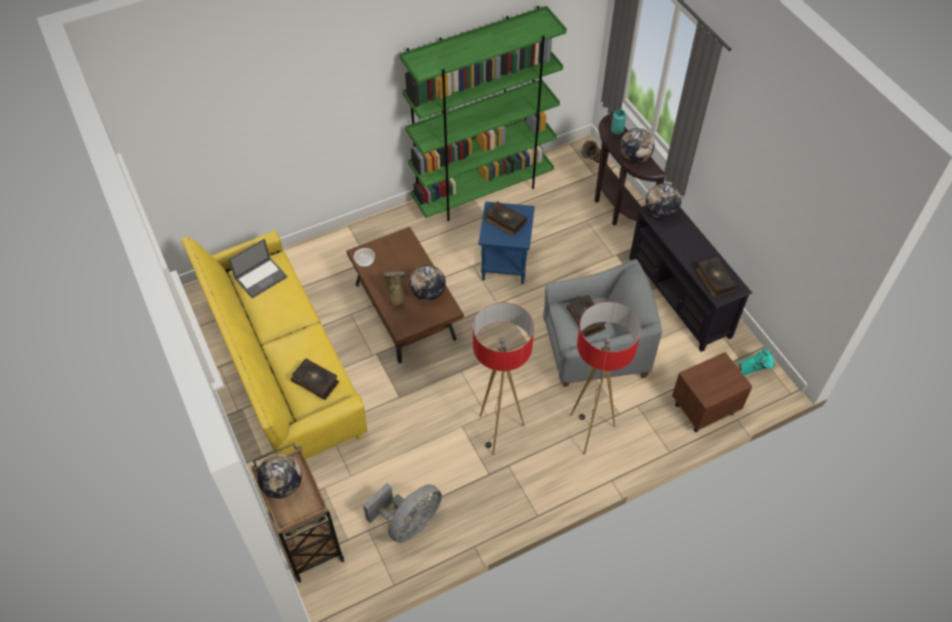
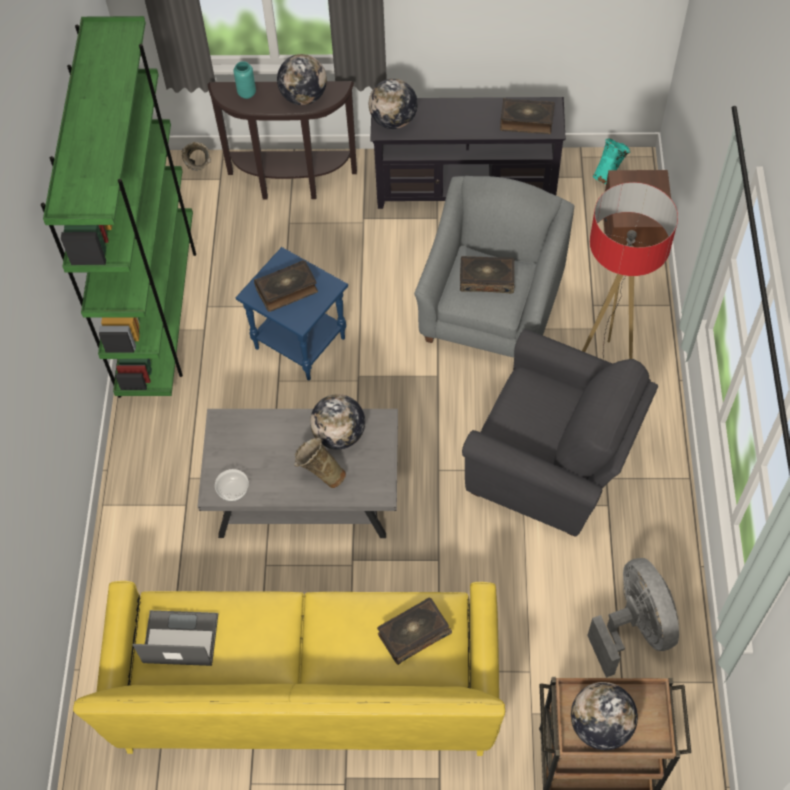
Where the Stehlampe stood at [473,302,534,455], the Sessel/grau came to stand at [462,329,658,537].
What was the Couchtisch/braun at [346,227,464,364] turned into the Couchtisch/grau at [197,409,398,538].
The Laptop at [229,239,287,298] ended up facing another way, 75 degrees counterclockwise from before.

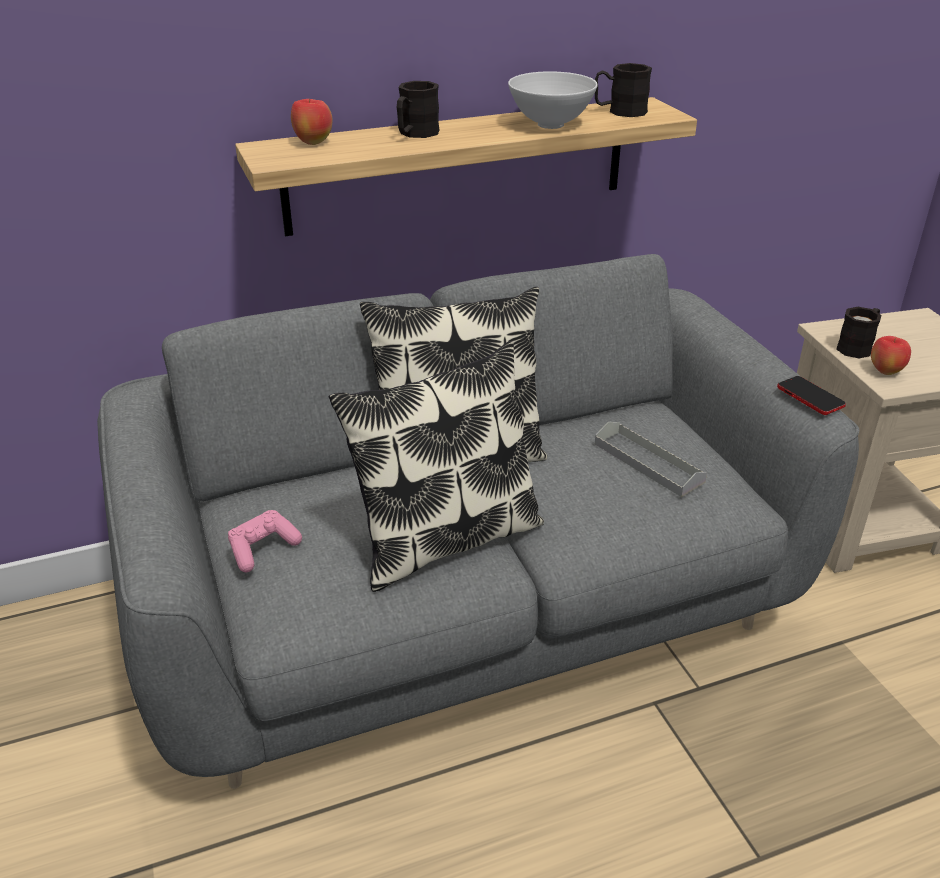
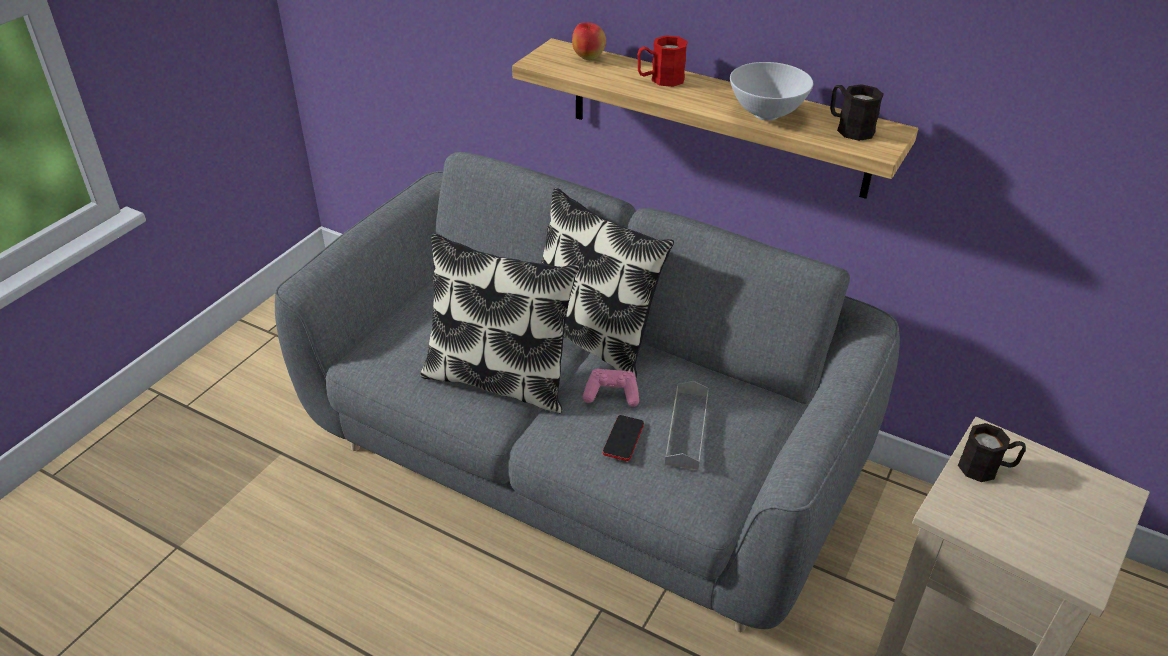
The second view lost the Apfel at [871,336,911,375].
The Gamepad/rosa ended up elsewhere, having gone from [228,510,302,572] to [583,369,639,407].
The Handy ended up elsewhere, having gone from [777,376,846,415] to [603,415,644,461].
What was the Henkelbecher/schwarz at [397,81,439,138] turned into the Henkelbecher/rot at [637,35,688,87].

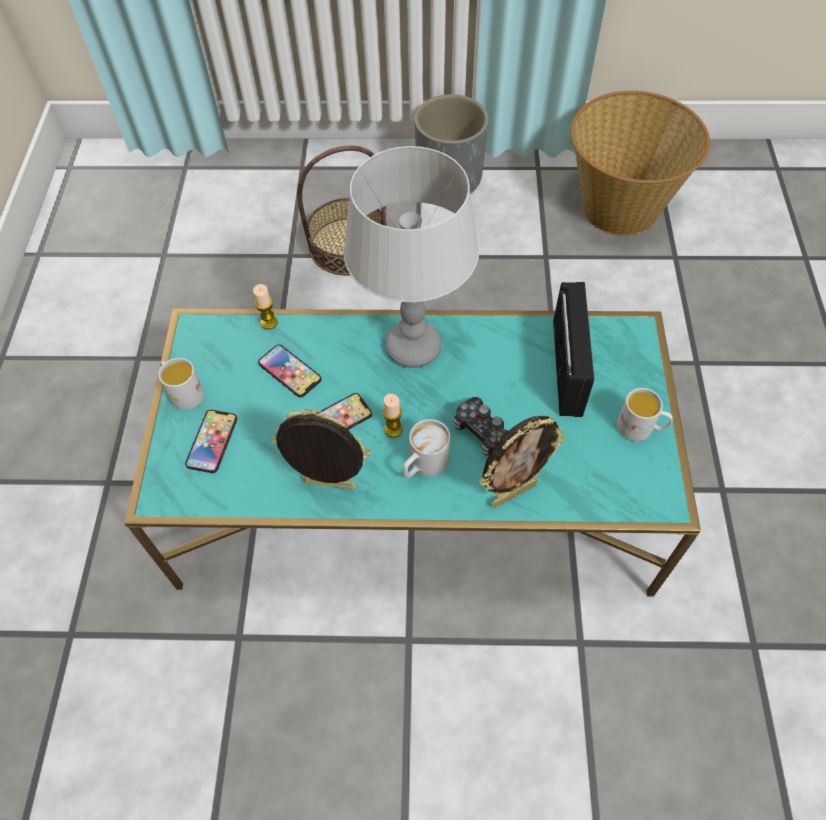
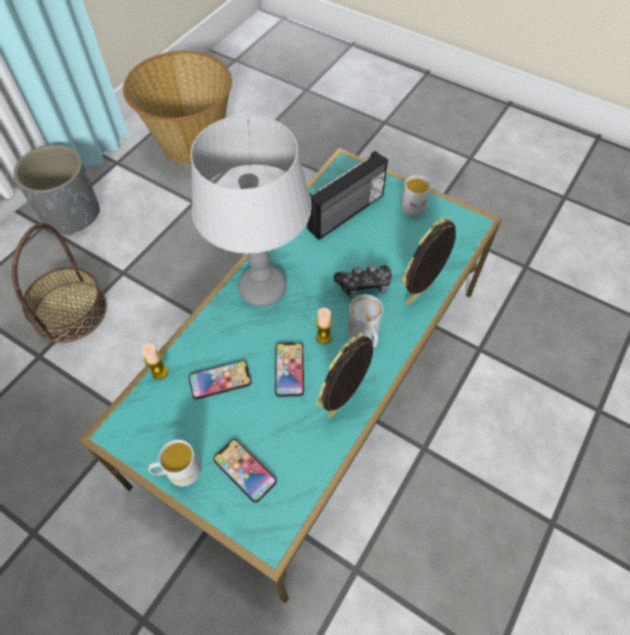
The Bilderrahmen at [479,416,565,508] ended up facing another way, 135 degrees counterclockwise from before.
The Radio at [553,282,594,417] ended up facing another way, 105 degrees clockwise from before.

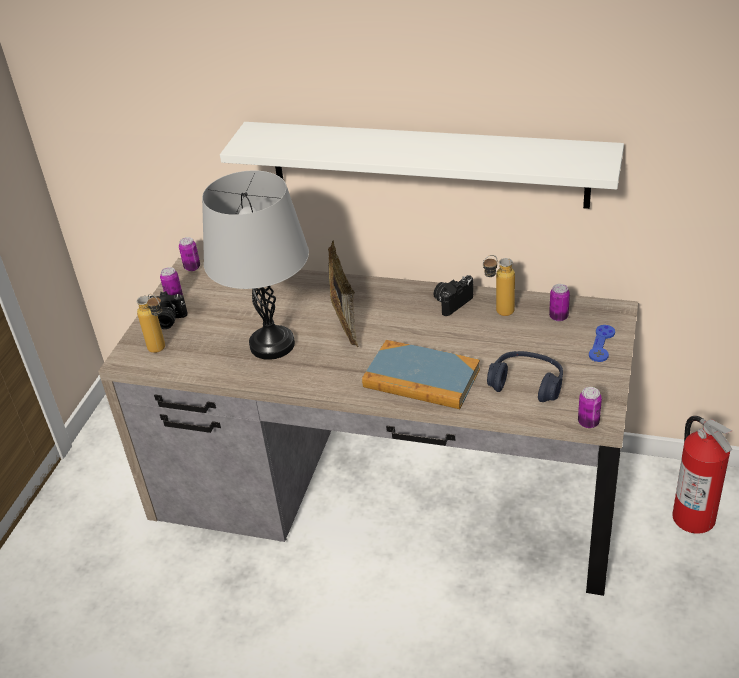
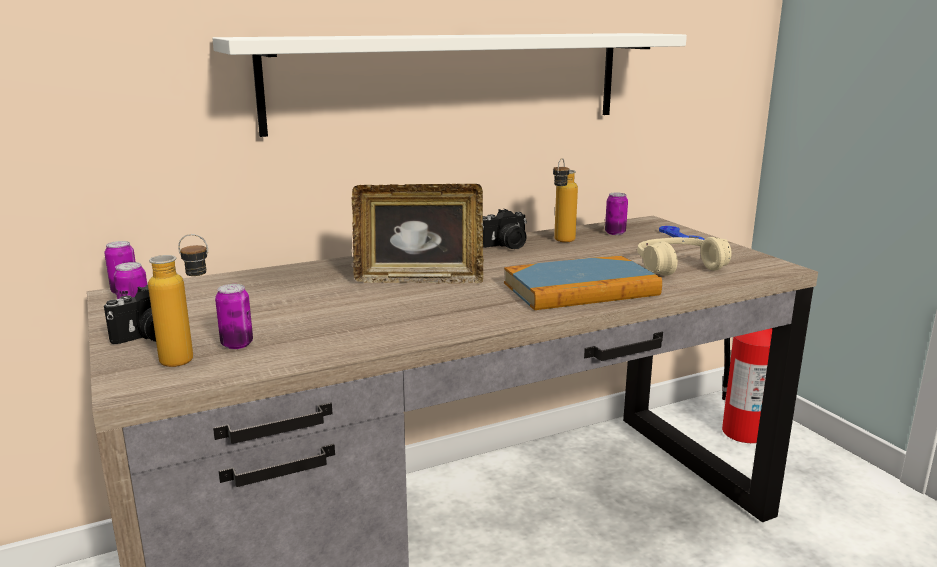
The second view lost the Tischlampe/grau at [202,170,309,360].
The Dose ended up elsewhere, having gone from [578,387,602,428] to [215,284,253,349].
What was the Kopfhörer/blau at [487,351,563,402] turned into the Kopfhörer/beige at [638,237,731,276].
The Bilderrahmen at [328,241,359,347] ended up facing another way, 135 degrees clockwise from before.
The Kamera at [433,275,473,316] ended up facing another way, 120 degrees counterclockwise from before.

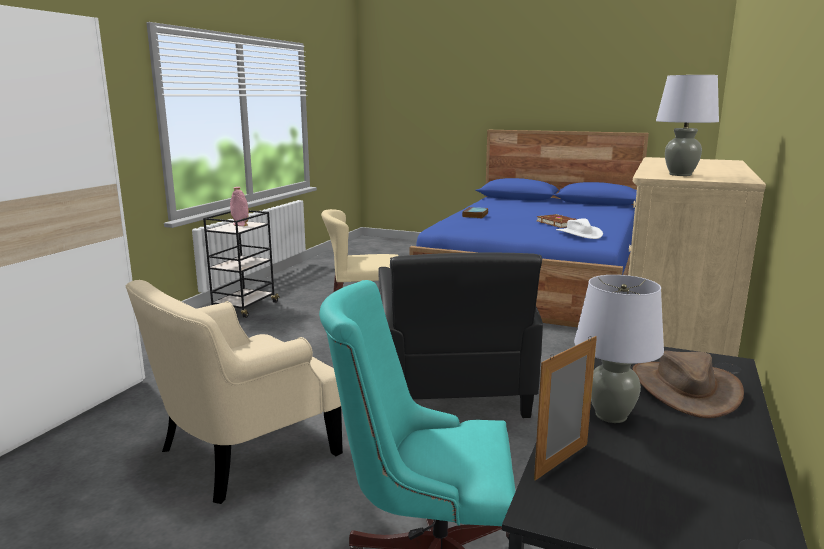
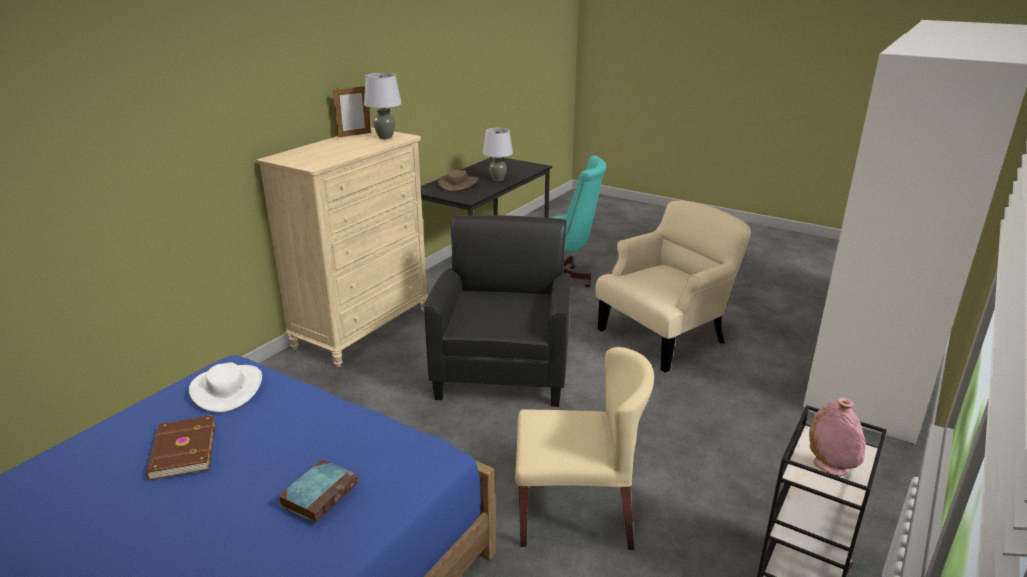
The Bilderrahmen ended up elsewhere, having gone from [534,336,597,481] to [333,86,371,138].

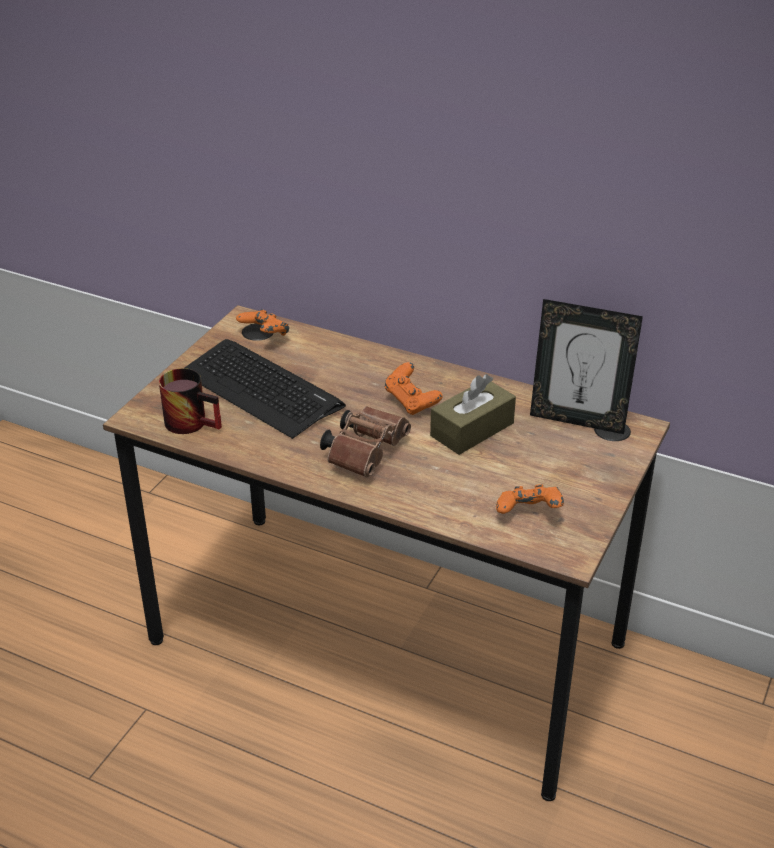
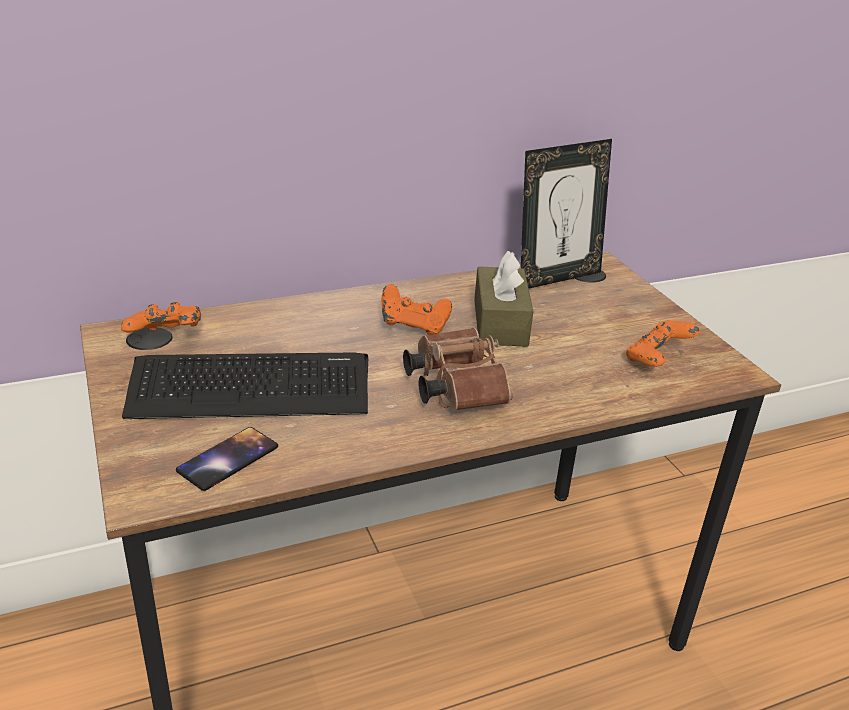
Where the Henkelbecher stood at [159,368,222,434], the Handy came to stand at [176,427,278,491].

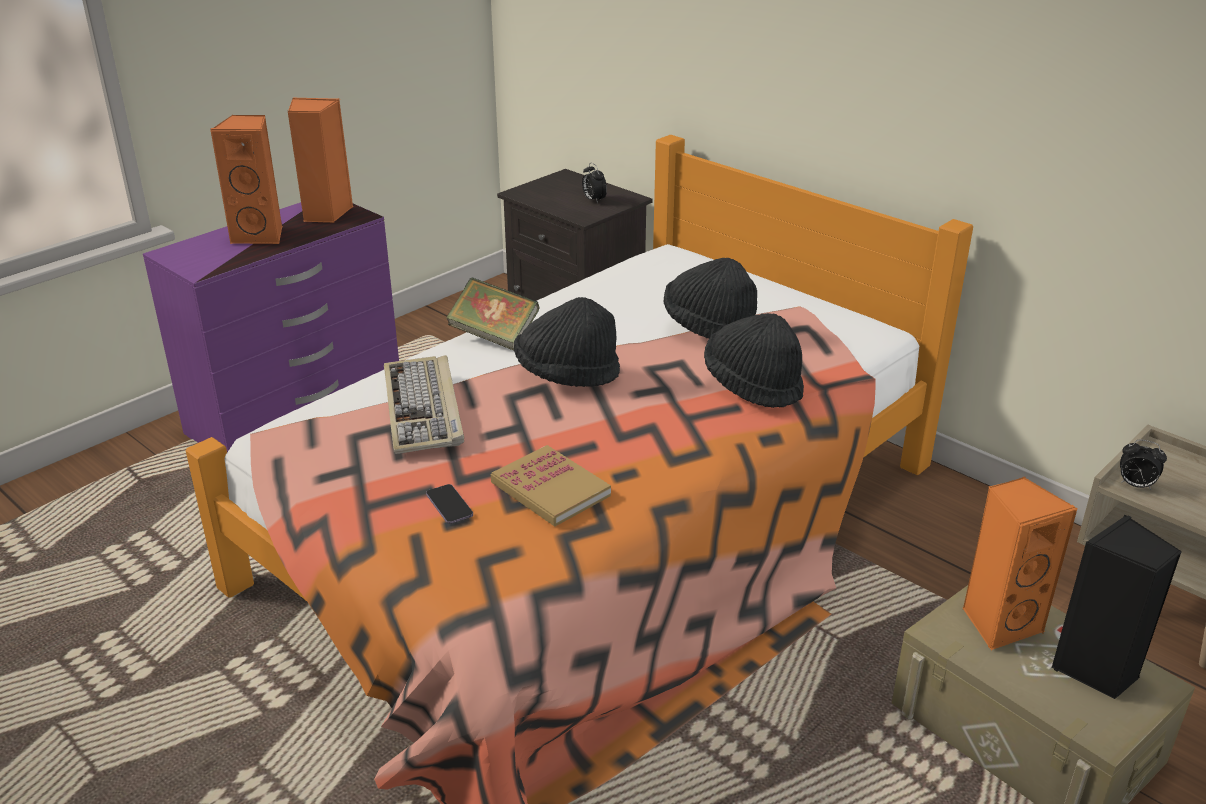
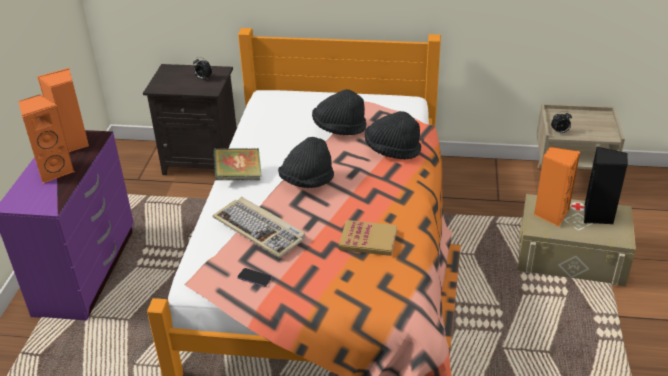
The Handy ended up elsewhere, having gone from [426,484,473,524] to [237,268,272,287].

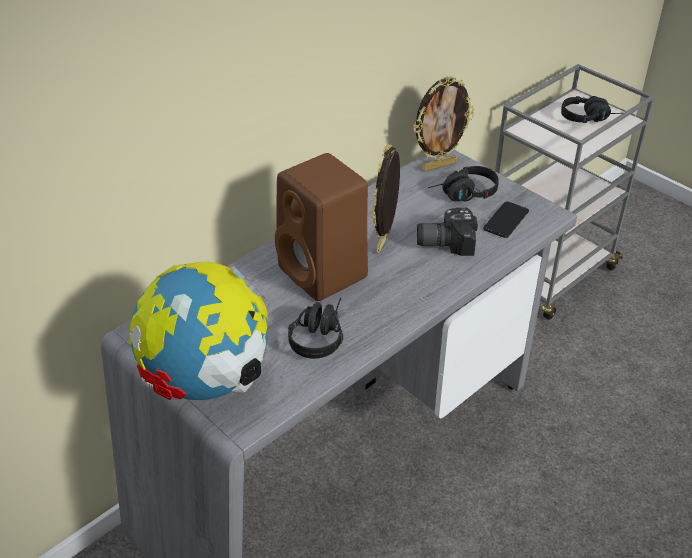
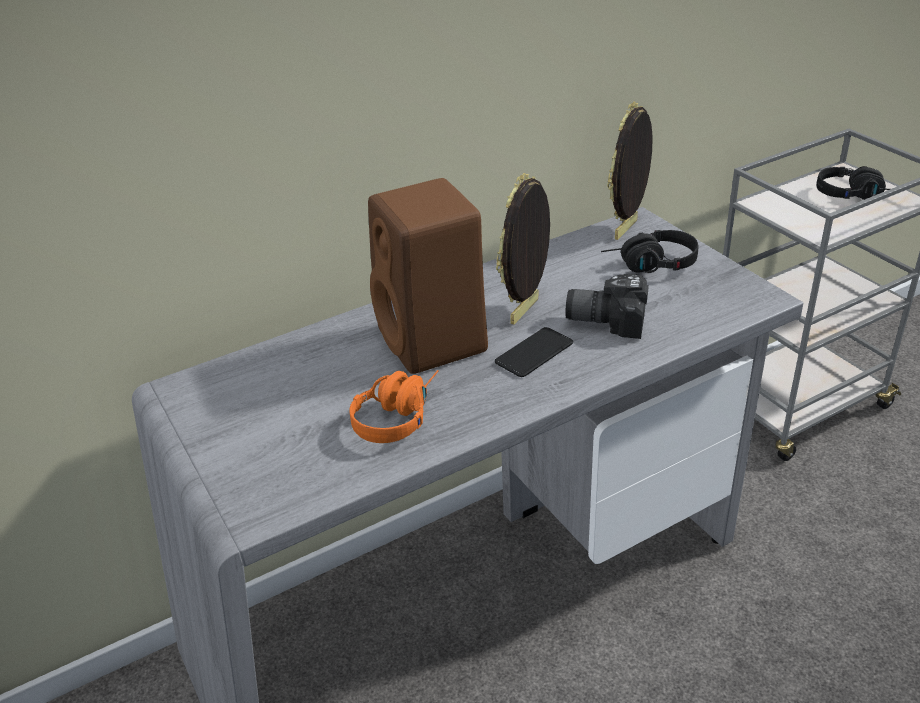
The second view lost the Globus at [129,261,268,400].
The Handy ended up elsewhere, having gone from [483,202,529,238] to [495,327,573,377].
What was the Kopfhörer/schwarz at [288,298,343,359] turned into the Kopfhörer/orange at [350,370,438,443].
The Bilderrahmen at [413,76,474,171] ended up facing another way, 135 degrees clockwise from before.

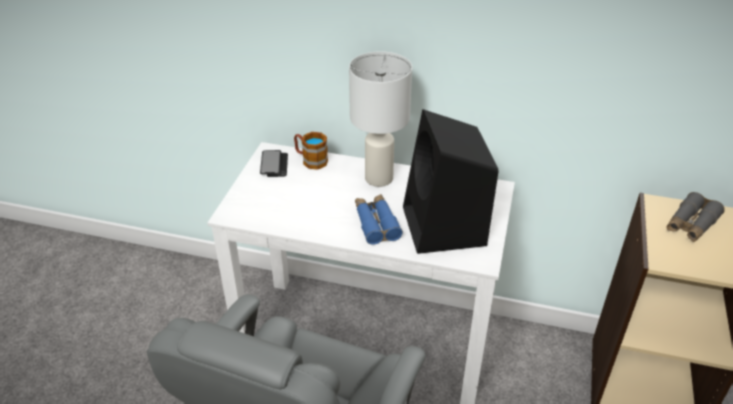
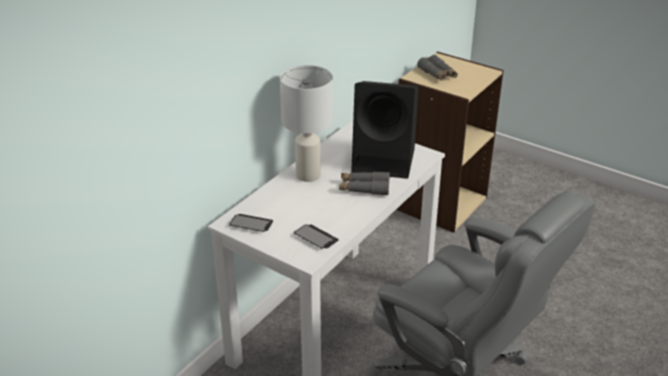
The second view lost the Henkelbecher at [294,132,328,170].
The second view gained the Handy at [294,224,339,249].
What was the Fernglas/blau at [355,194,403,245] turned into the Fernglas/grau at [339,172,390,196].

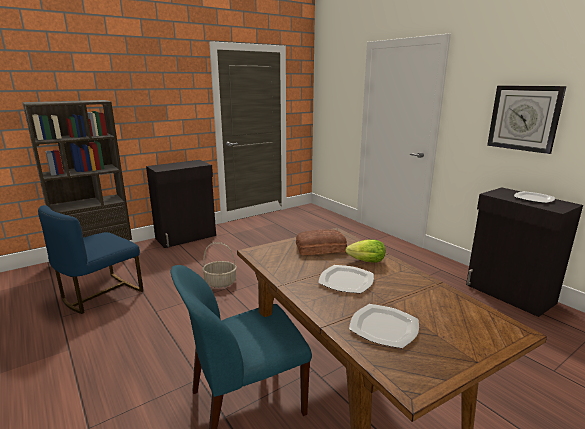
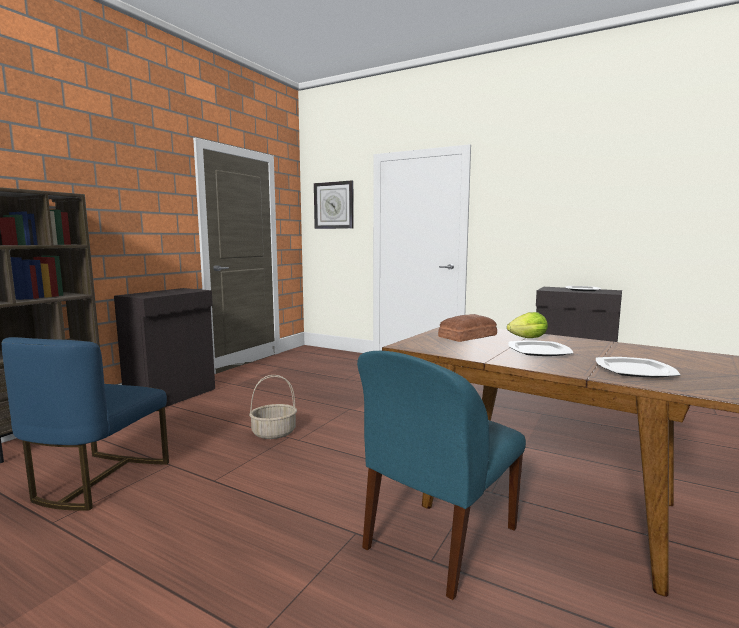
The Wanduhr ended up elsewhere, having gone from [487,85,566,154] to [314,180,354,229].

